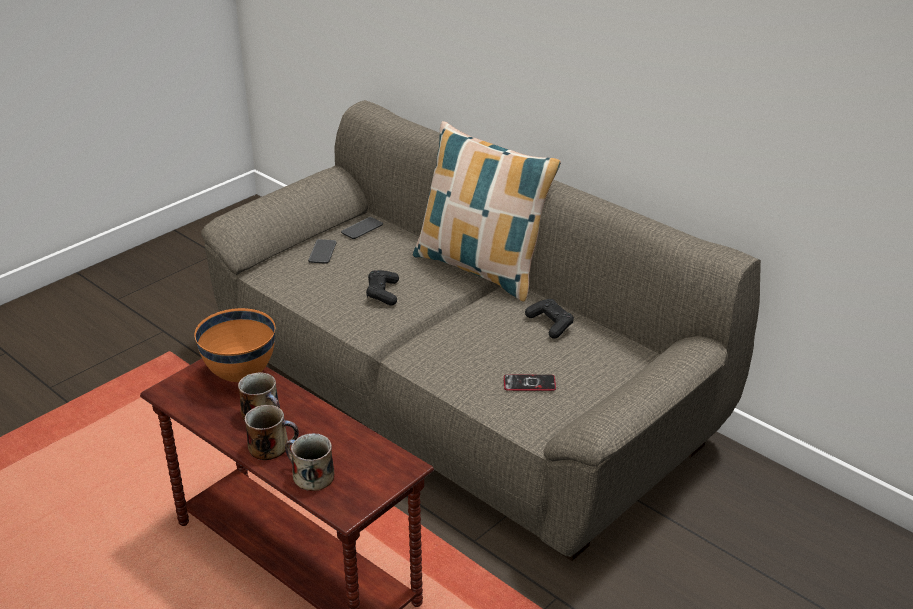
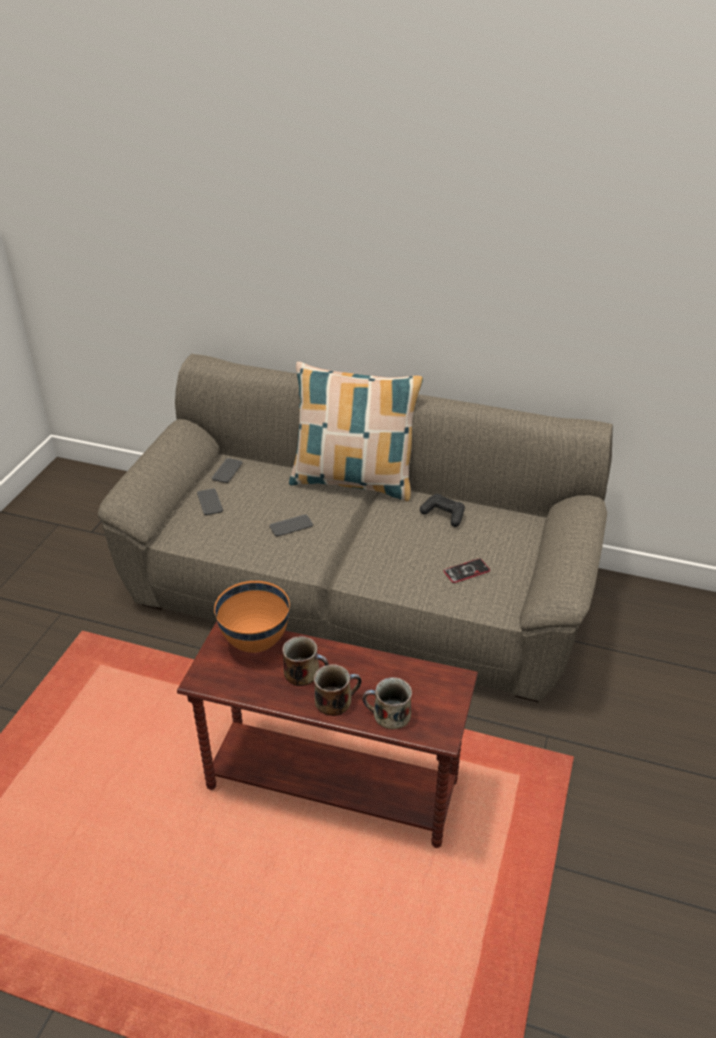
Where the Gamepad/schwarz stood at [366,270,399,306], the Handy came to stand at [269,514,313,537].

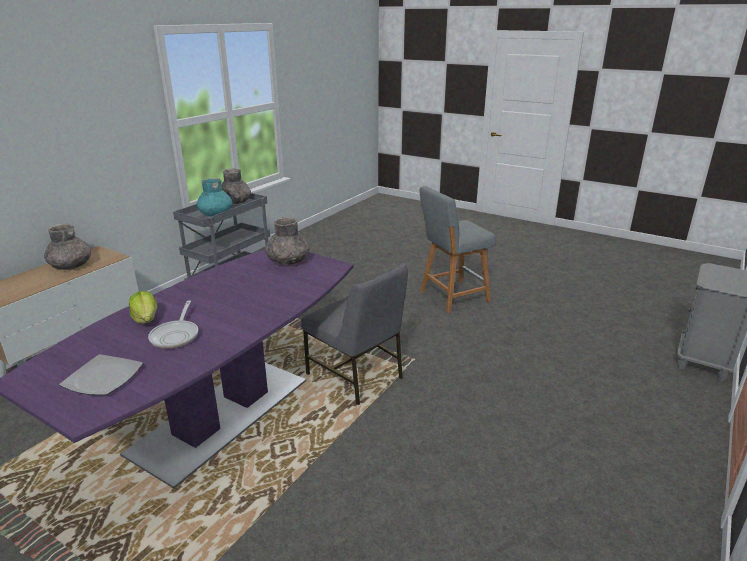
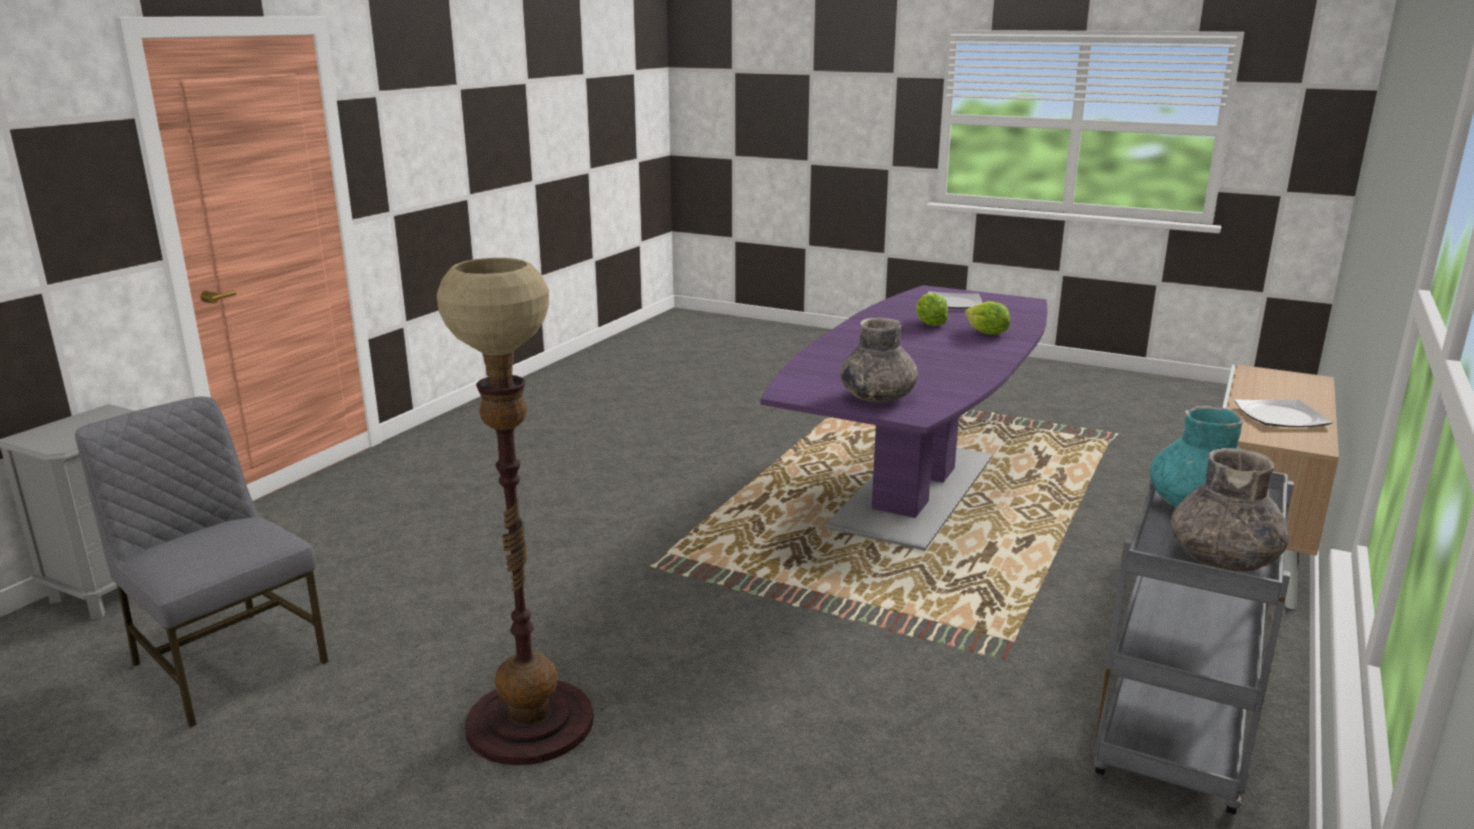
The Stuhl/grau ended up elsewhere, having gone from [301,263,408,405] to [75,397,328,728].
Where the Vase/grau stood at [44,223,91,270], the Teller came to stand at [1234,399,1332,427].
Where the Pfanne stood at [148,300,198,349], the Salatkopf came to stand at [916,293,948,326].
Where the Hocker/grau stood at [420,186,496,313], the Stehlampe came to stand at [437,258,594,765].

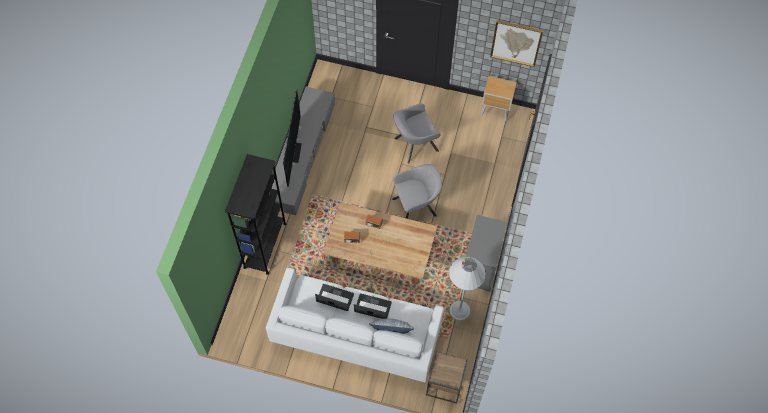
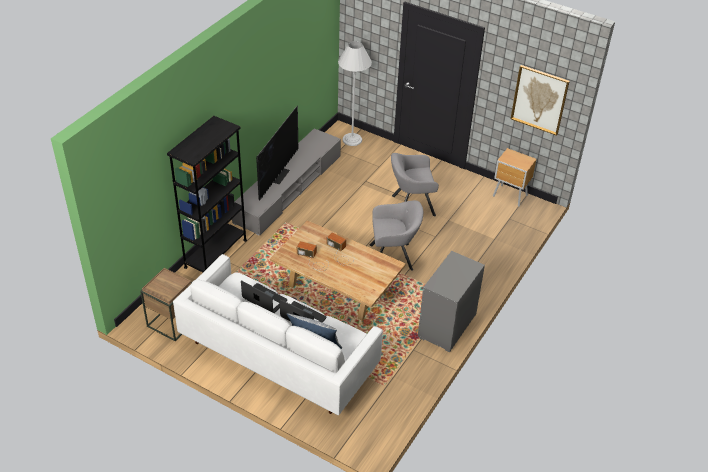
The Beistelltisch/braun ended up elsewhere, having gone from [426,352,468,404] to [140,268,192,341].
The Stehlampe/weiß ended up elsewhere, having gone from [449,257,486,321] to [338,41,372,146].

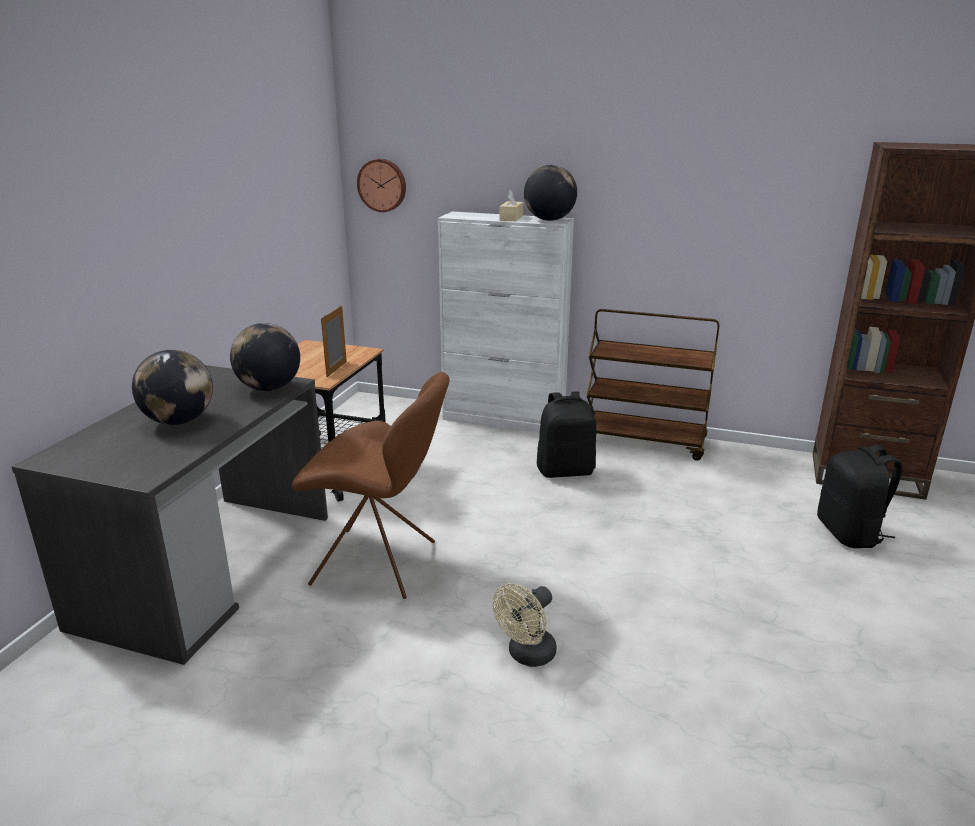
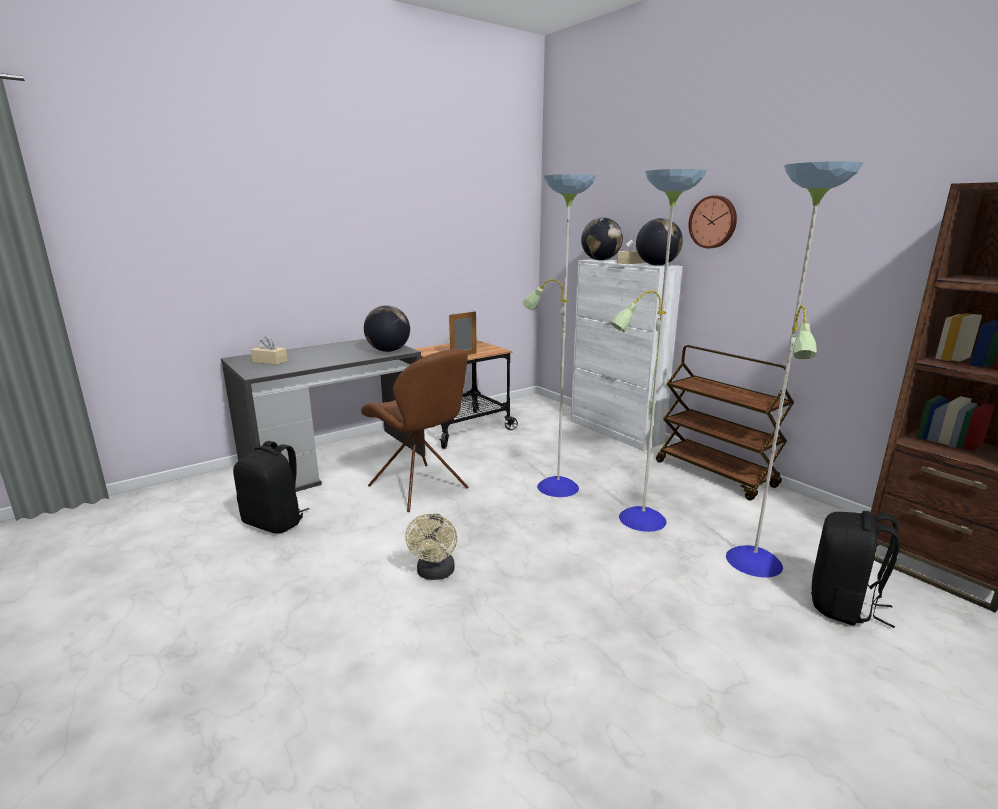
The second view gained the Taschentuchbox/beige at [251,337,288,365].
The second view gained the Stehlampe at [523,161,863,577].
The Globus ended up elsewhere, having gone from [132,350,213,425] to [581,217,623,260].
The Wanduhr ended up elsewhere, having gone from [357,159,406,212] to [688,196,737,248].
The Rucksack/schwarz ended up elsewhere, having gone from [537,391,596,478] to [233,441,309,533].
The Ventilator/beige at [493,583,557,667] ended up facing another way, 75 degrees counterclockwise from before.

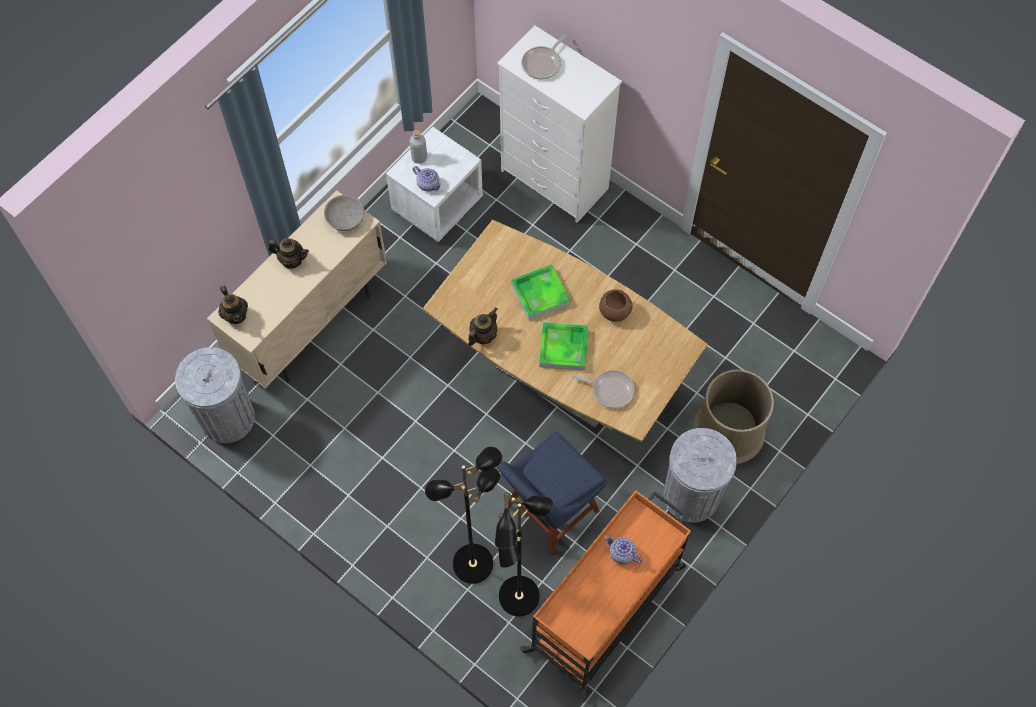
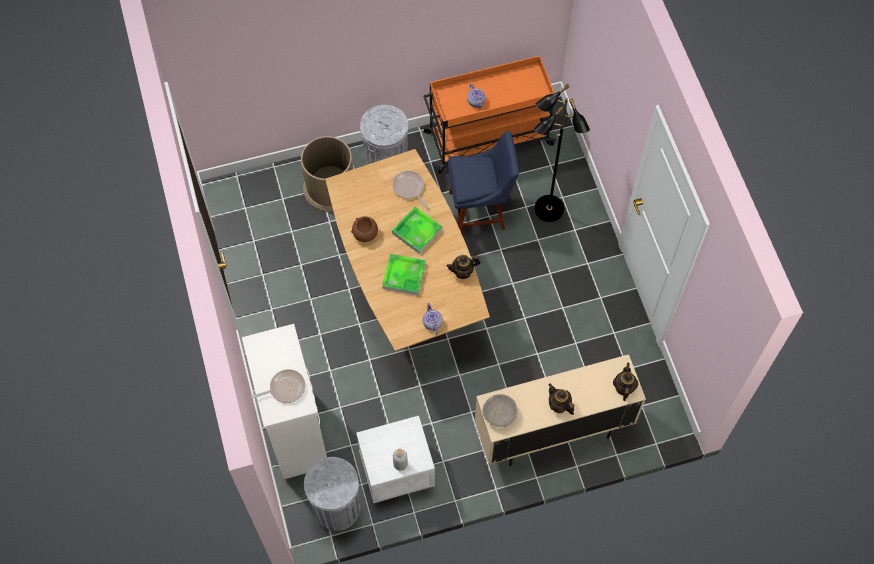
The second view lost the Stehlampe/schwarz at [495,493,553,616].
The Mülleimer/grau ended up elsewhere, having gone from [175,347,255,443] to [304,457,360,531].
The Teekanne ended up elsewhere, having gone from [413,166,442,192] to [423,303,443,335].

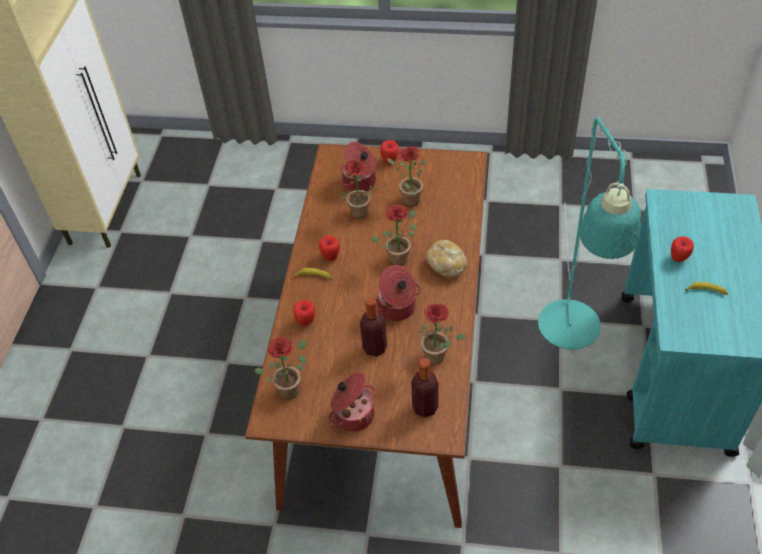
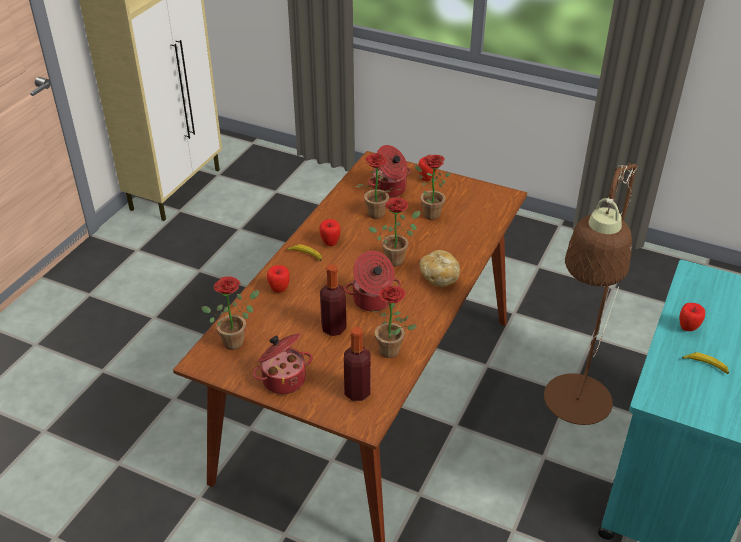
What was the Stehlampe/türkis at [538,117,641,349] turned into the Stehlampe/braun at [544,162,638,425].

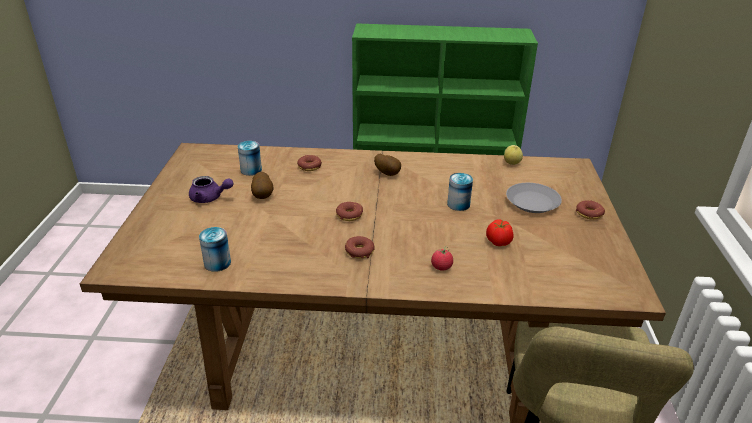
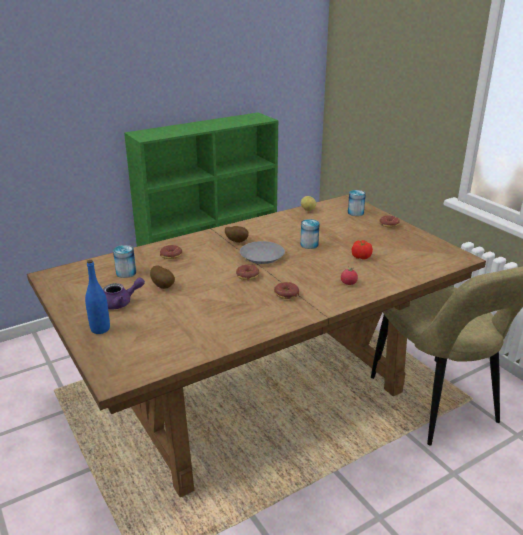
The second view gained the Flasche/blau at [85,260,110,334].
The Dose ended up elsewhere, having gone from [199,227,231,272] to [348,190,366,216].
The Teller/grau ended up elsewhere, having gone from [506,183,562,213] to [240,241,285,264].

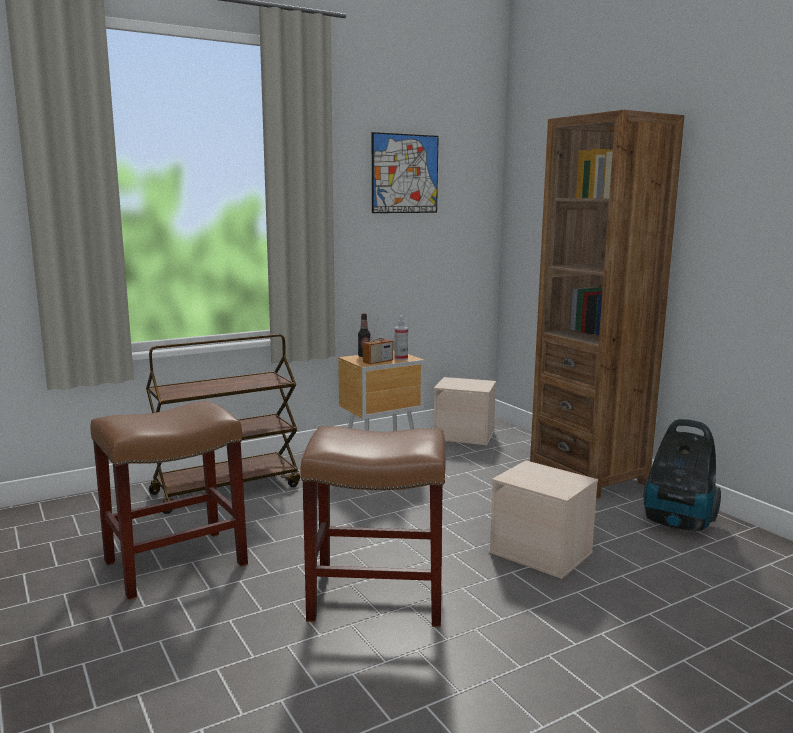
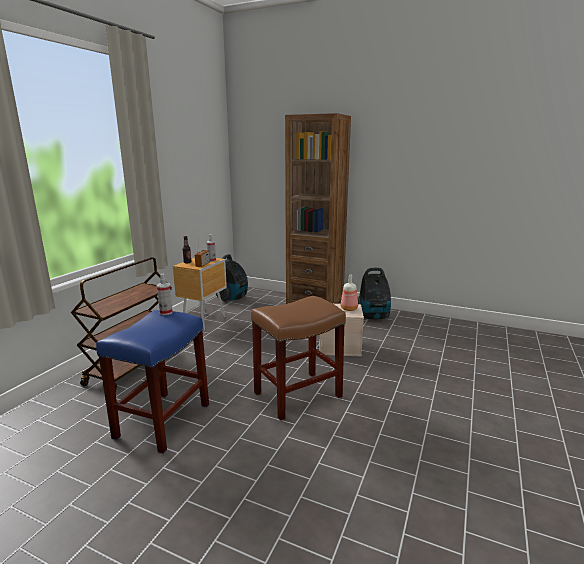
The second view lost the Bild at [372,132,439,213].
The second view gained the Sprühflasche at [157,273,173,315].
The second view gained the Flasche at [341,275,358,311].
Where the Aufbewahrungsbox/beige stood at [434,377,496,445], the Staubsauger came to stand at [216,254,248,302].
What was the Hocker/braun at [90,401,248,600] turned into the Hocker/blau at [96,310,209,454].

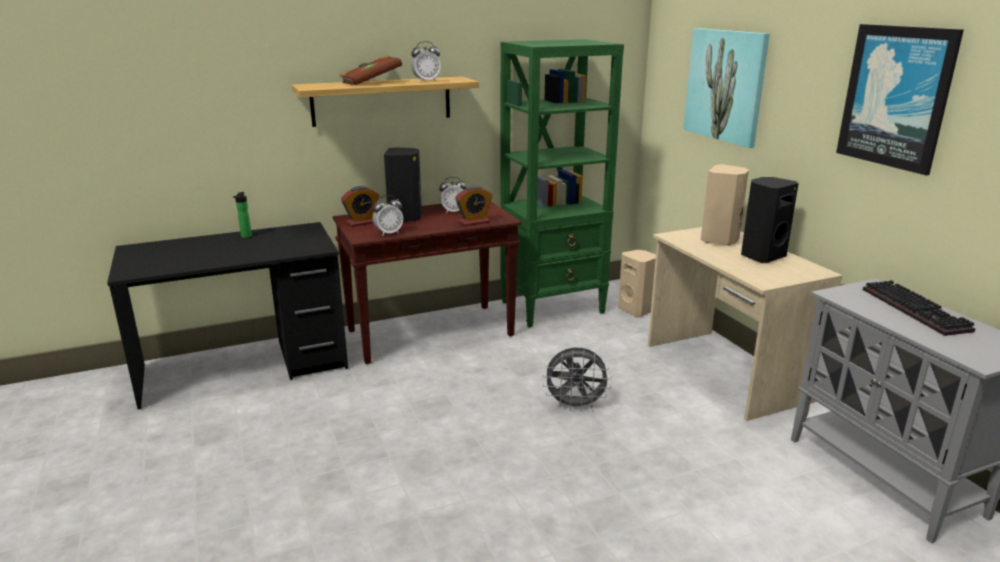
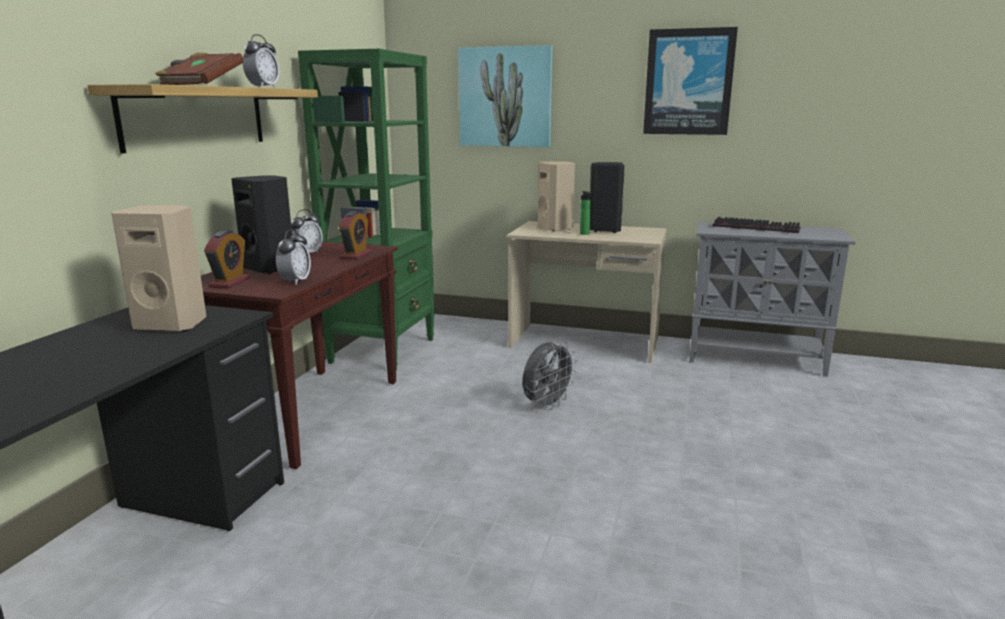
The Flasche ended up elsewhere, having gone from [233,192,252,238] to [580,191,595,235].
The Lautsprecher/beige ended up elsewhere, having gone from [618,250,656,317] to [111,205,207,331].

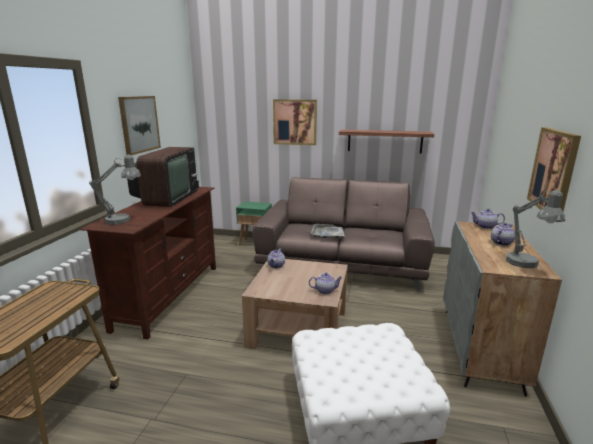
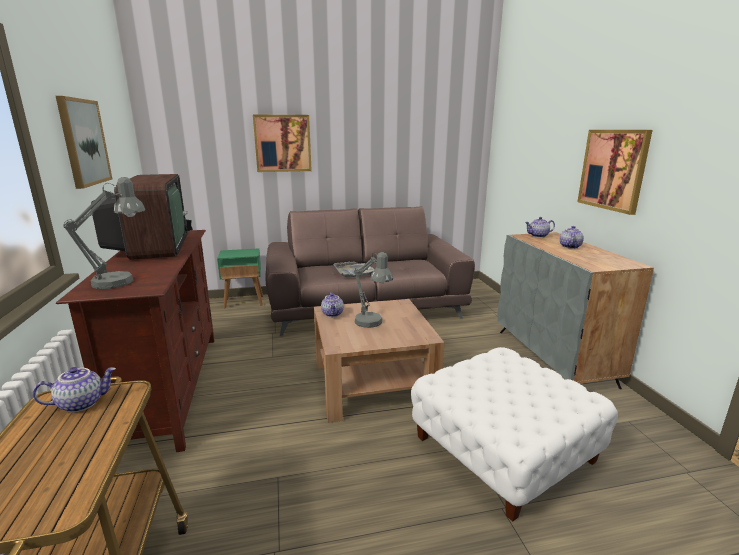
The second view lost the Wandregal at [339,130,434,154].
The Teekanne ended up elsewhere, having gone from [309,273,343,294] to [33,367,116,413].
The Tischlampe/grau ended up elsewhere, having gone from [506,190,565,268] to [354,252,393,328].

